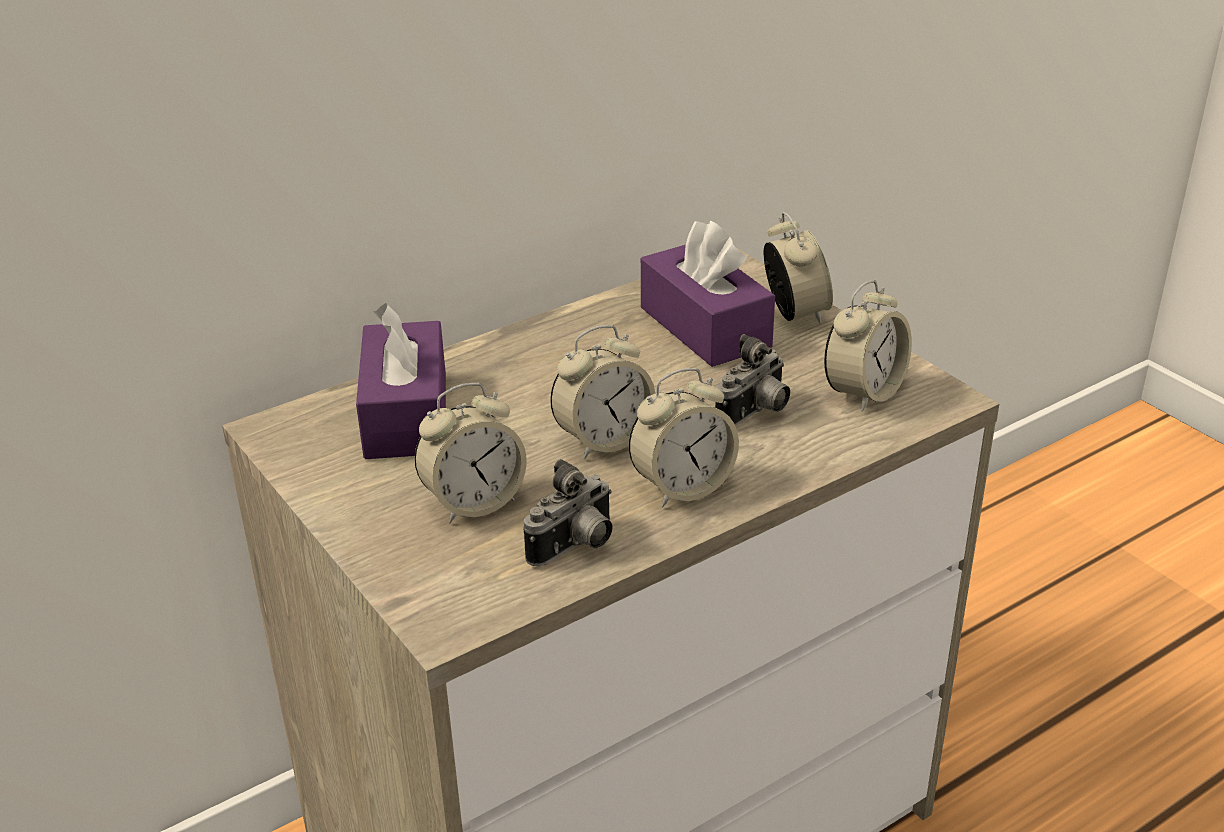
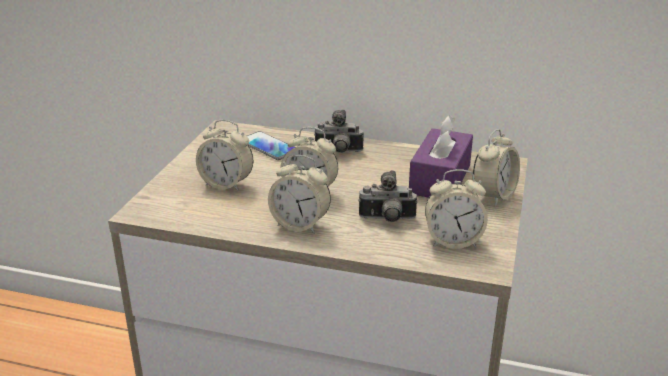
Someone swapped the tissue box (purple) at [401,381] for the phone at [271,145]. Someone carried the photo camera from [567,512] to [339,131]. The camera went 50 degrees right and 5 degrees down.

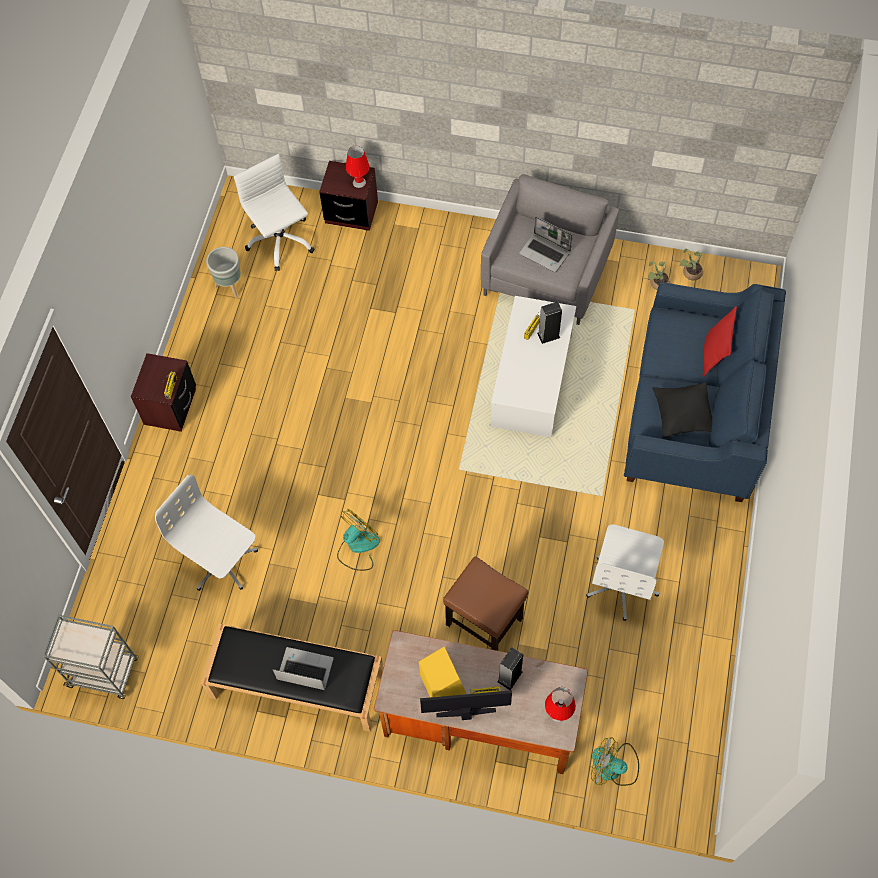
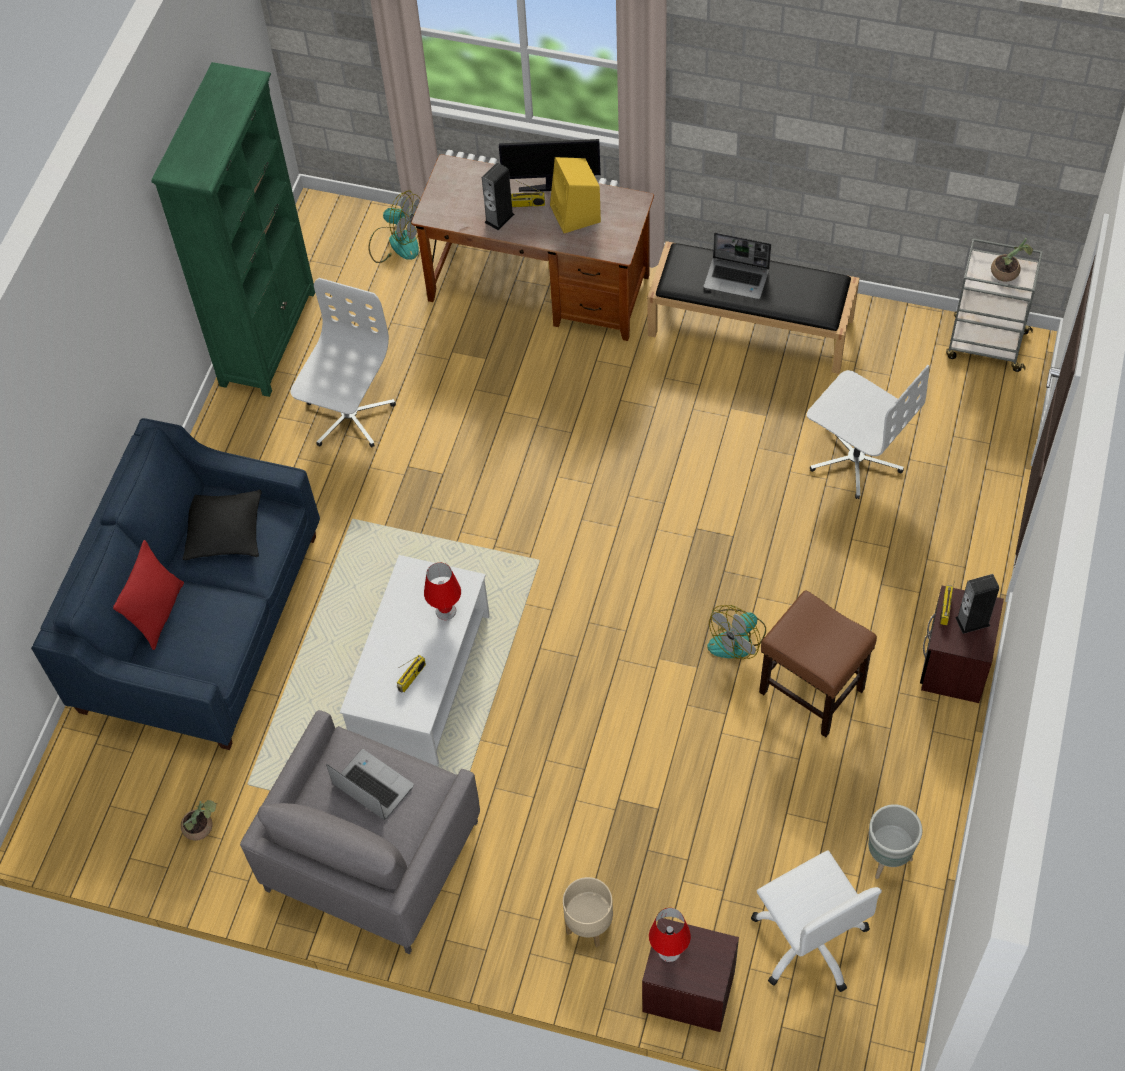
Someone carried the potted plant from [691,264] to [1012,260]. Someone carried the speaker from [549,323] to [977,604]. Someone carried the fan from [358,539] to [736,632]. Someone carried the stool (brown) from [485,604] to [818,664]. Someone carried the table lamp (red) from [560,704] to [442,591]. Someone put down the bookcase (green) at [233,229]. Someone put down the planter (beige) at [588,912]. The camera went 175 degrees left and 5 degrees down.

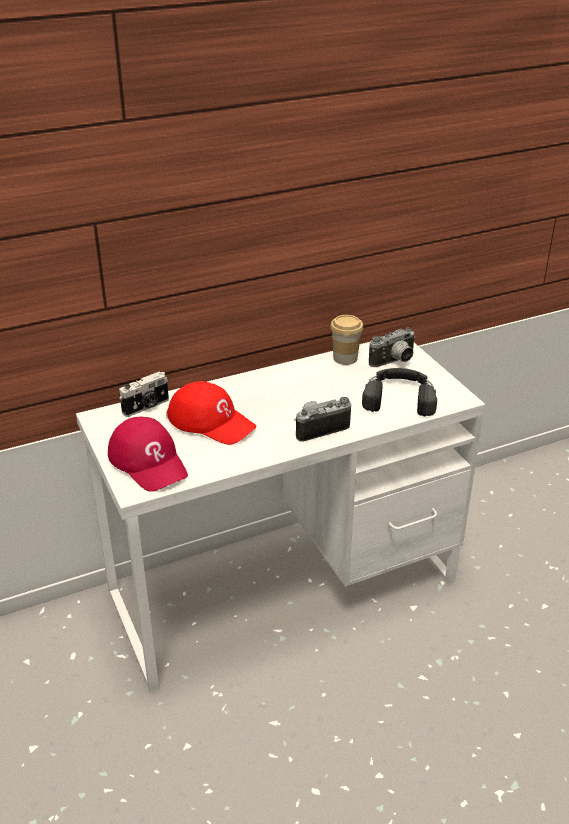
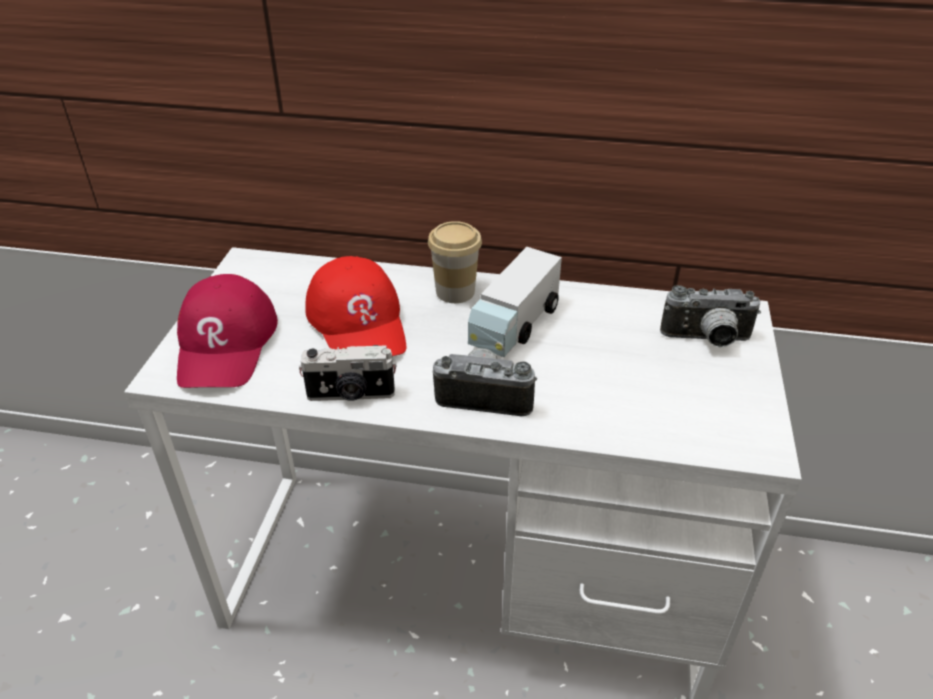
Someone carried the cup from [346,340] to [455,262]. Someone took away the headphones (black) at [399,392]. Someone carried the photo camera from [144,394] to [348,373]. Someone put down the toy truck at [515,302]. The camera went 35 degrees right and 5 degrees up.

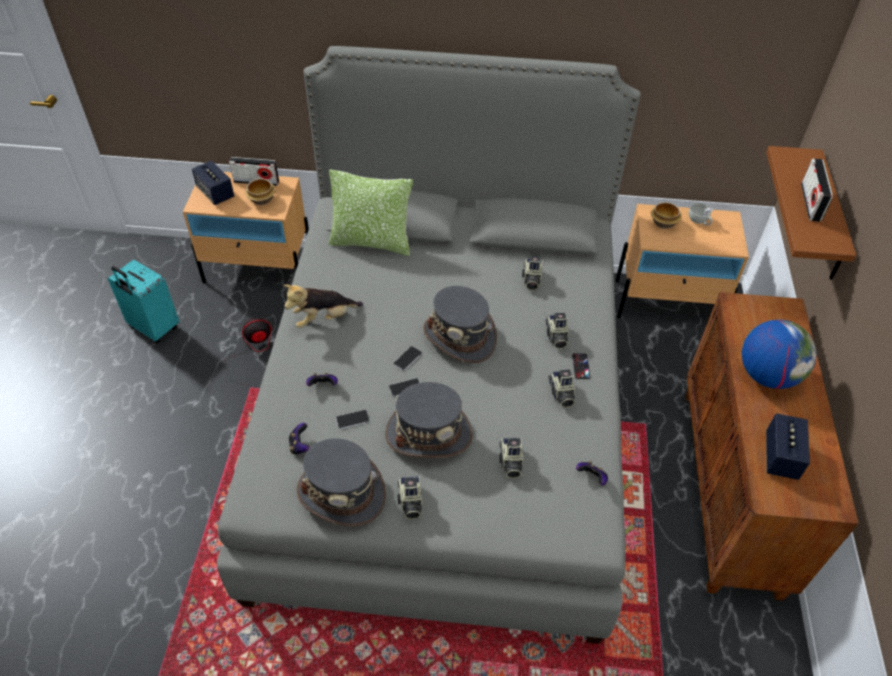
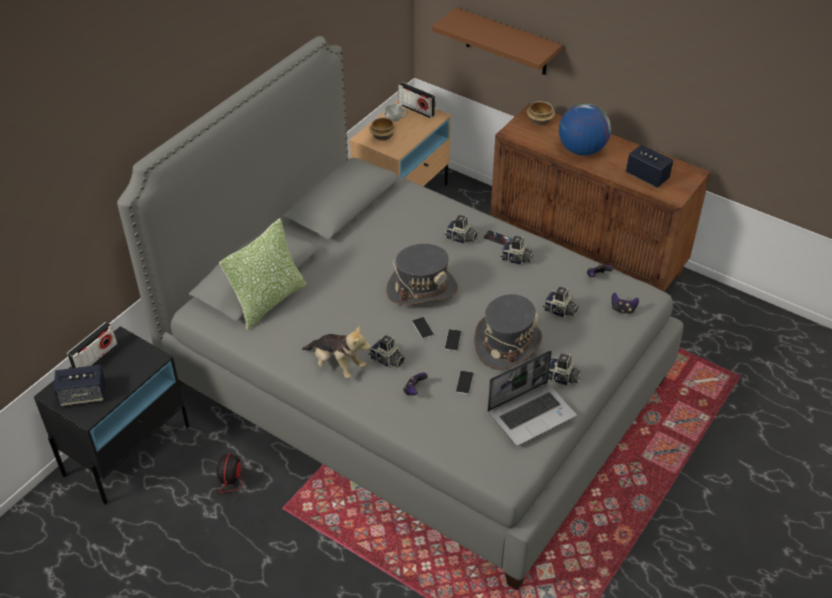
Someone carried the radio from [817,190] to [416,100]. Someone repainted the nightstand (beige) at [246,227], which became the nightstand (black) at [111,415]. Someone carried the bowl from [260,192] to [541,113]. Someone carried the photo camera from [532,273] to [387,351]. Someone took away the suitcase (turquoise) at [144,301]. Someone rotated the plush toy at [323,306] by 60 degrees counterclockwise. Someone carried the game controller from [299,439] to [625,303]. Someone swapped the hat (grey) at [341,482] for the laptop at [532,398]. The camera went 60 degrees left and 5 degrees down.

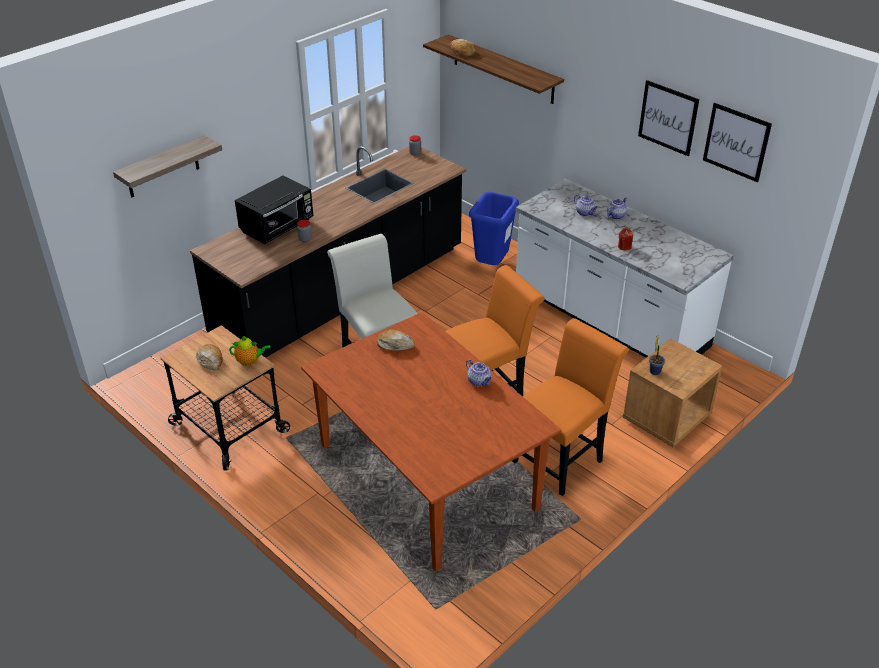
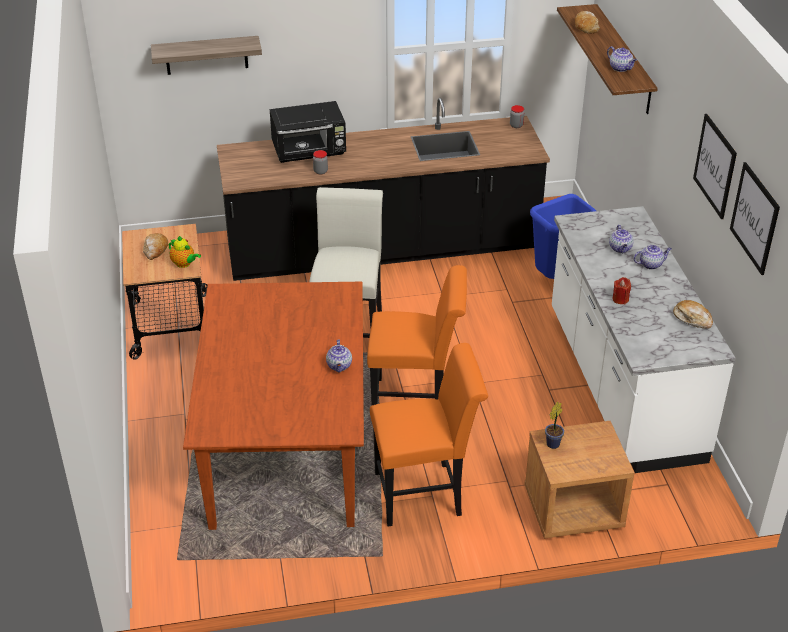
Someone carried the bread from [395,340] to [693,314]. Someone put down the teapot at [622,59]. The camera went 35 degrees right and 0 degrees up.

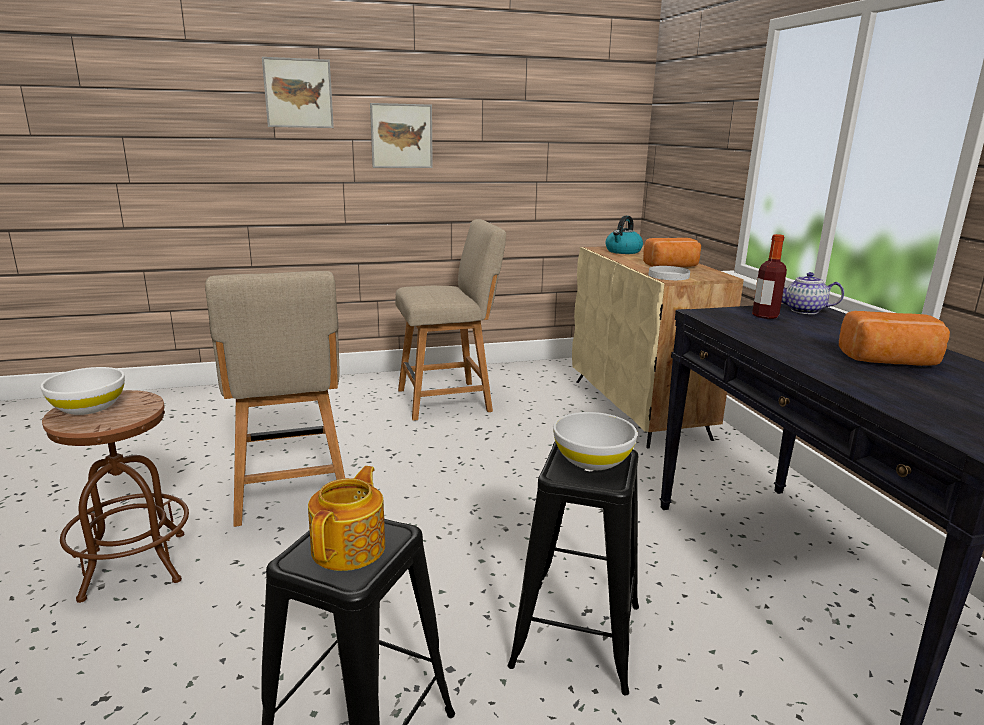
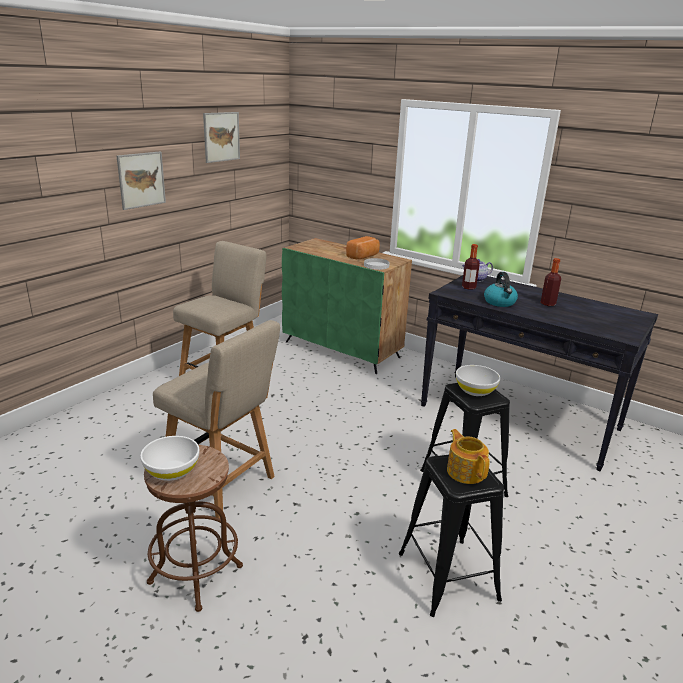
Someone carried the picture from [298,92] to [221,137]. Someone carried the kettle from [624,235] to [501,289]. Someone repainted the cabinet (beige) at [658,347], which became the cabinet (green) at [347,306]. Someone swapped the bread at [894,338] for the bottle at [551,282]. The camera went 40 degrees left and 5 degrees up.

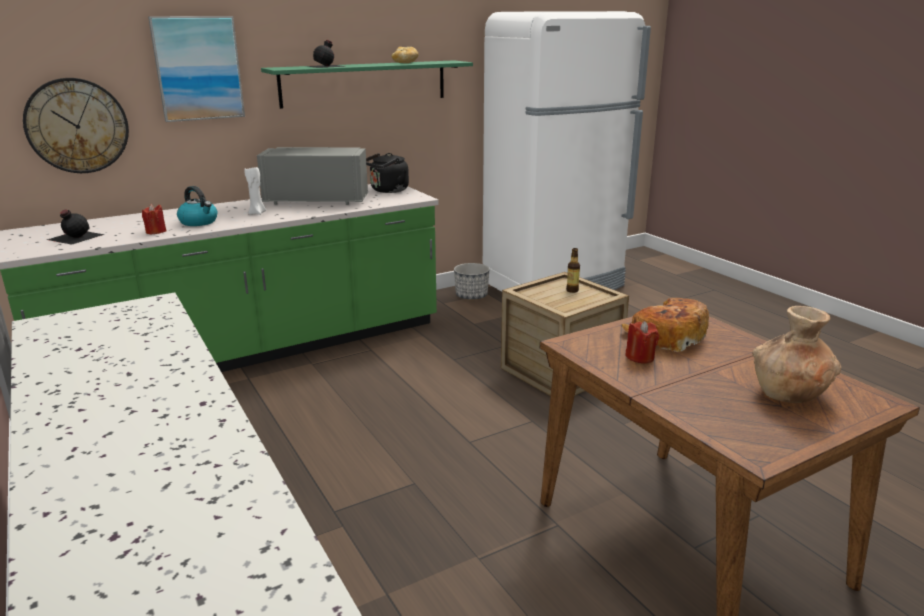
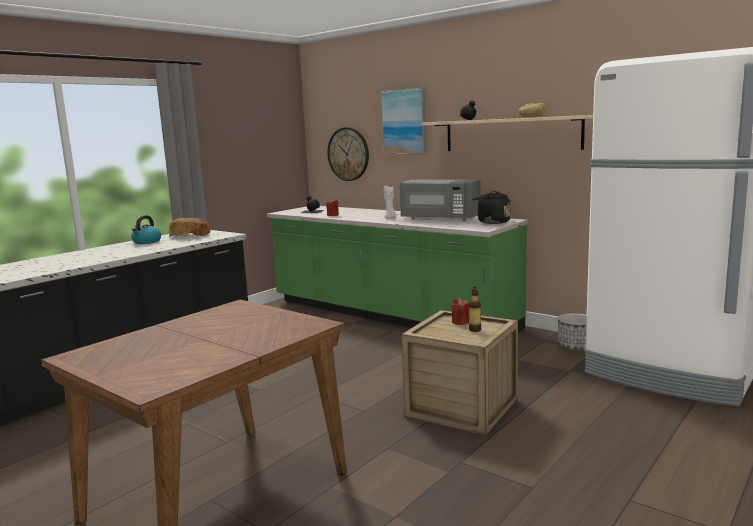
Someone repainted the shelf (green) at [367,84], which became the shelf (beige) at [507,133]. Someone rotated the microwave (grey) at [312,176] by 135 degrees clockwise. Someone carried the kettle from [197,206] to [146,229]. Someone carried the bread from [665,325] to [189,227]. Someone took away the vase (brown) at [796,354]. Someone carried the candle (red) from [642,342] to [460,311]. The camera went 70 degrees right and 10 degrees down.

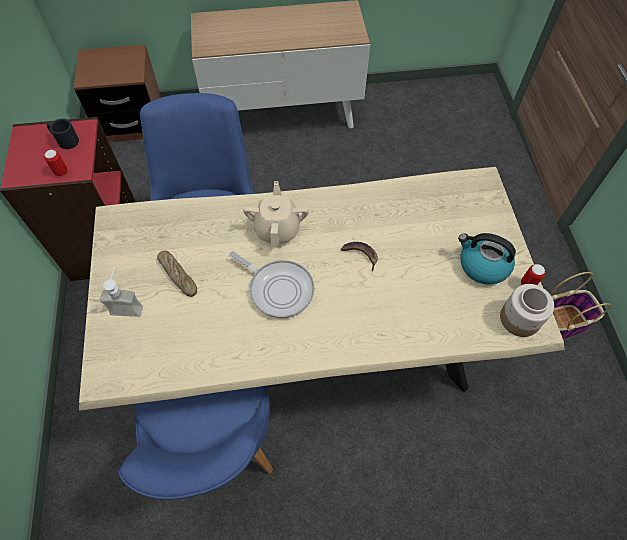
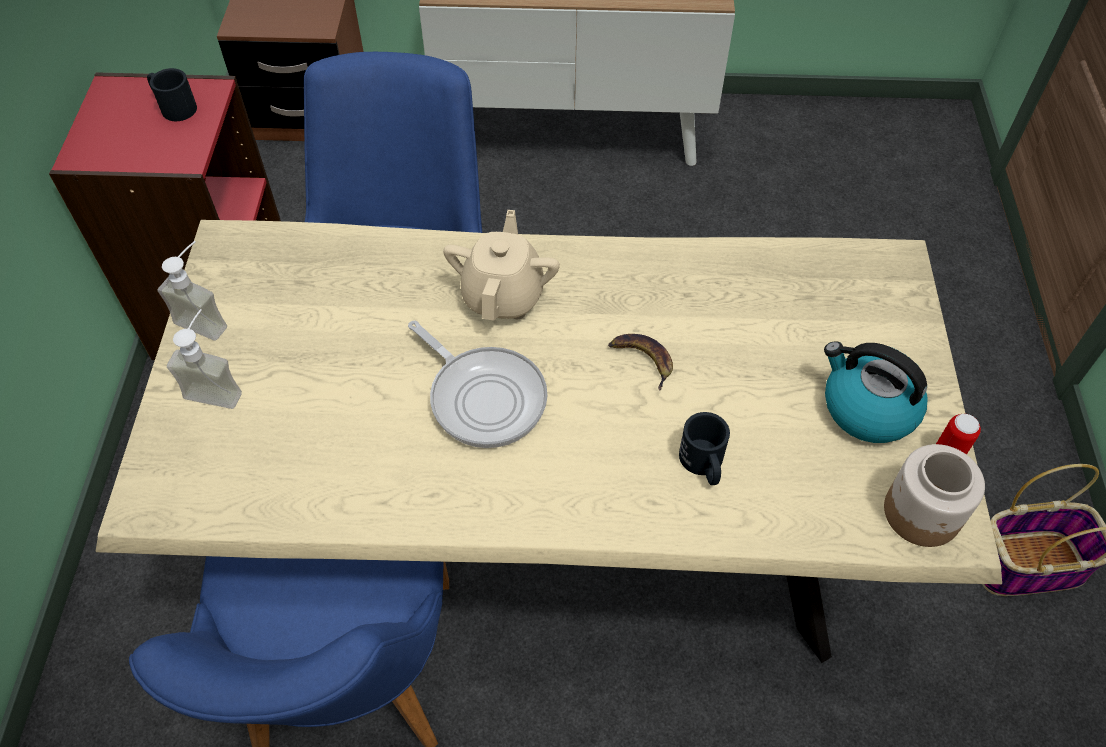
Someone took away the can at [56,163]. Someone took away the bread at [177,274]. Someone put down the soap dispenser at [192,291]. Someone put down the mug (black) at [704,448]. The camera went 10 degrees right and 5 degrees down.

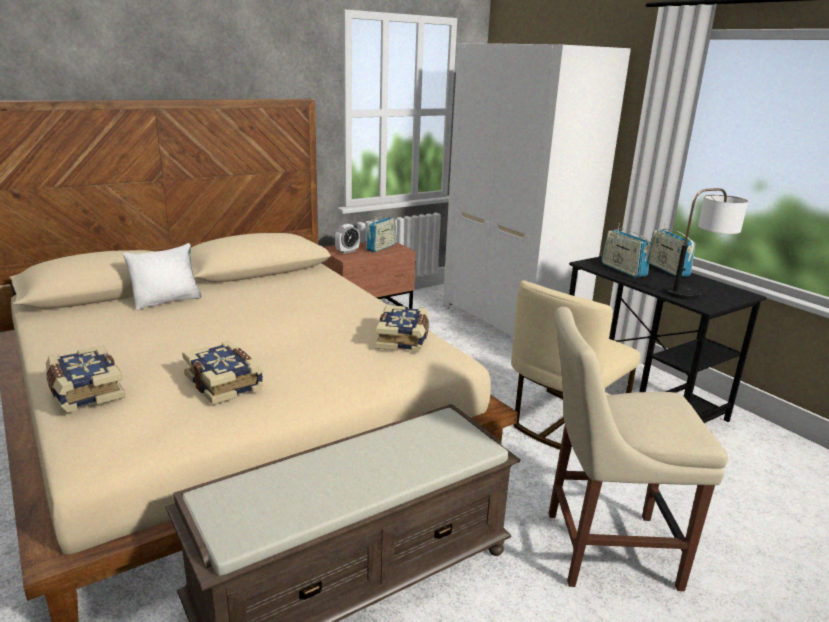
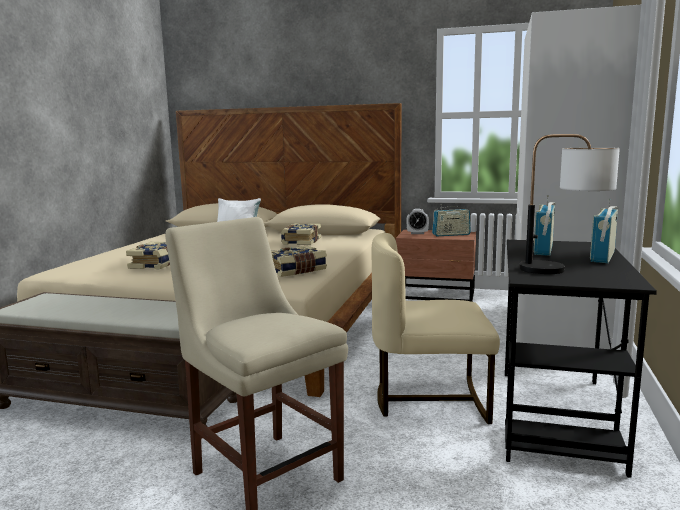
Someone carried the book from [86,378] to [301,234]. The camera went 50 degrees right and 10 degrees down.

